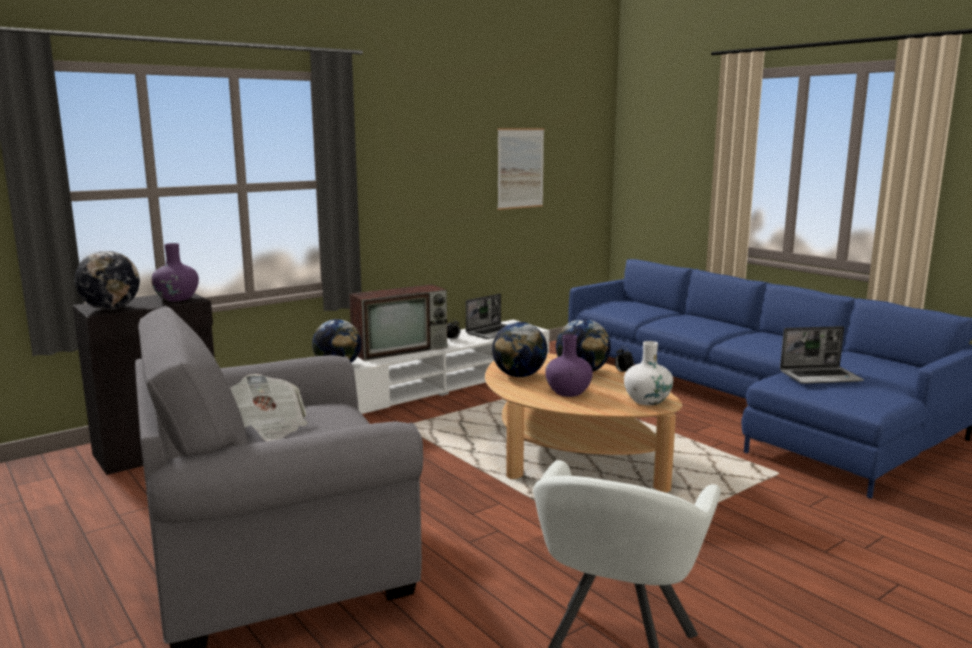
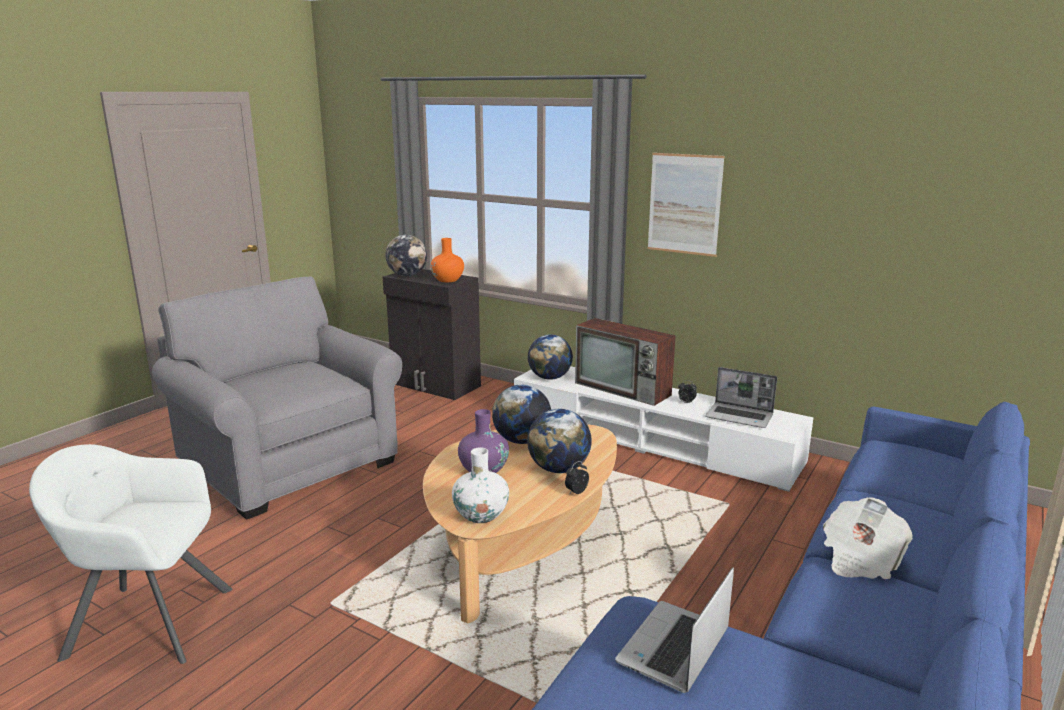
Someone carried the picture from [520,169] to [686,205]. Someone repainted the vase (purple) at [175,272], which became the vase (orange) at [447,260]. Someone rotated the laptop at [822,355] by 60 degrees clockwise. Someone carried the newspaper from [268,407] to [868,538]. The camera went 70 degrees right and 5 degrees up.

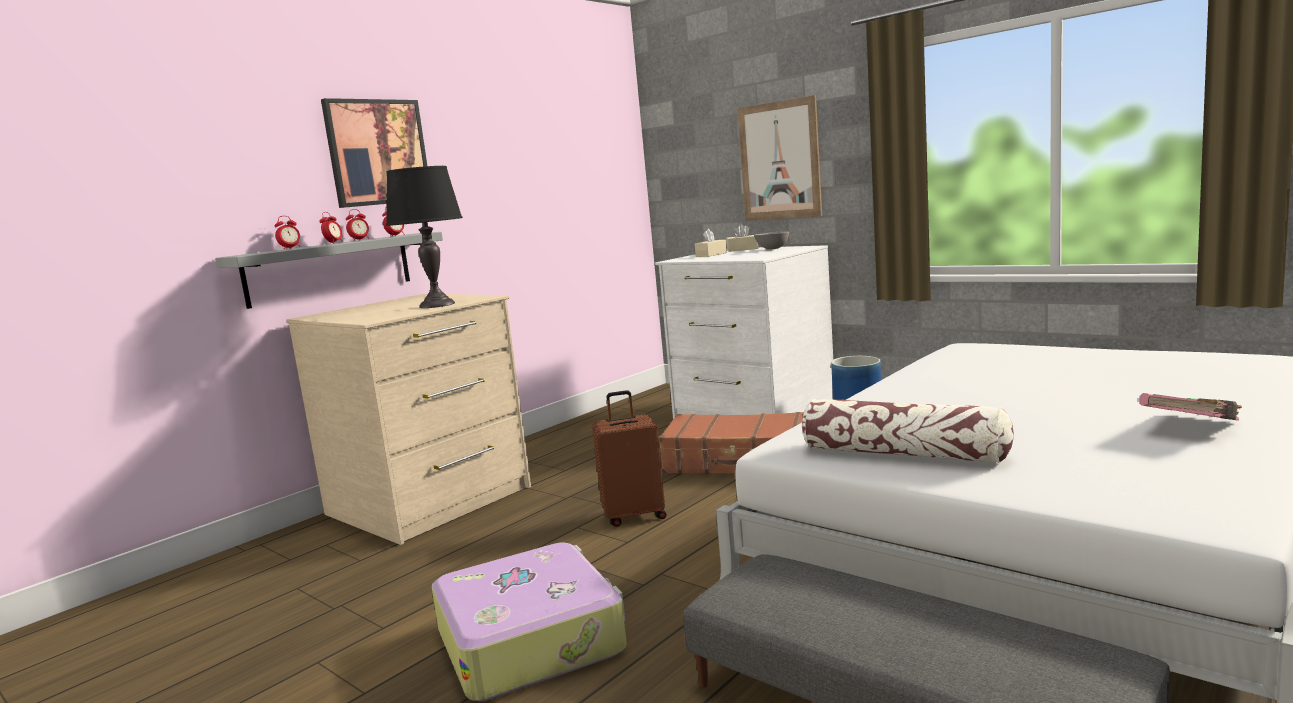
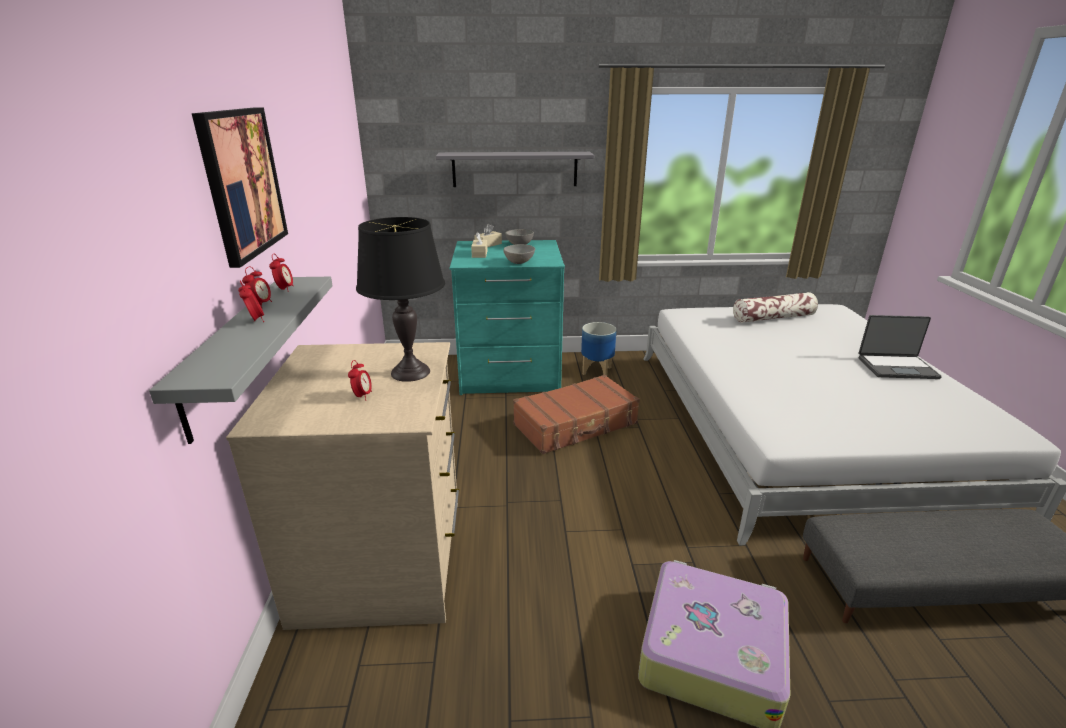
Someone swapped the picture at [780,157] for the shelf (grey) at [515,169]. Someone carried the alarm clock from [287,232] to [360,380]. Someone repainted the dresser (white) at [744,332], which became the dresser (turquoise) at [507,317]. Someone took away the suitcase (brown) at [629,458]. Someone swapped the book (pink) at [1191,407] for the laptop at [900,347]. Someone carried the pillow from [908,430] to [775,307]. Someone put down the bowl (grey) at [519,254]. The camera went 45 degrees left and 15 degrees up.

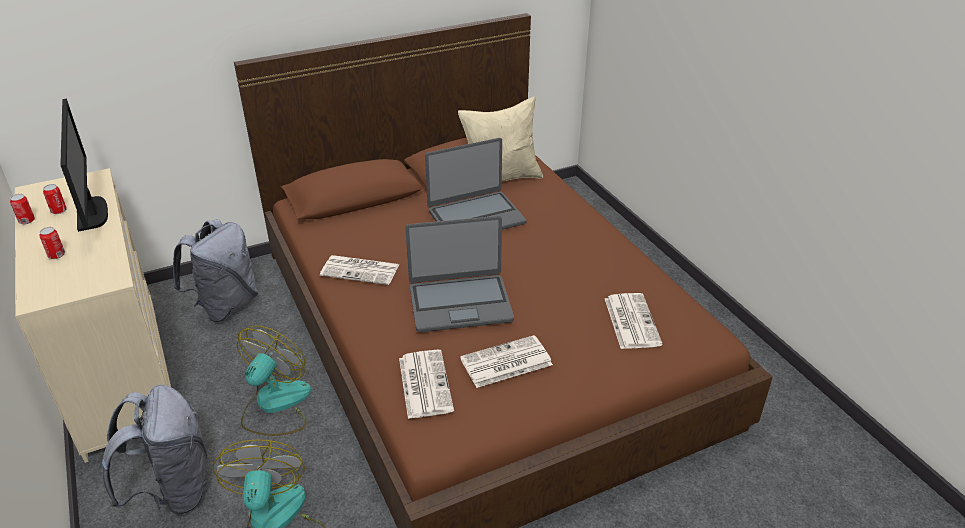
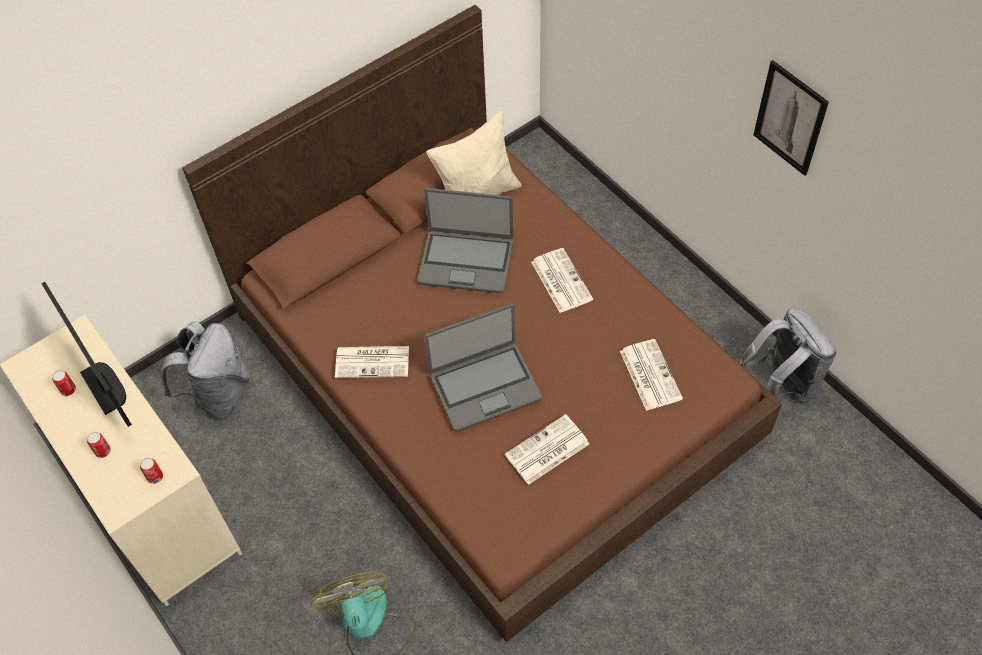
Someone rotated the laptop at [475,184] by 45 degrees clockwise. Someone carried the can from [22,209] to [151,470]. Someone took away the fan at [274,380]. Someone carried the newspaper from [426,384] to [562,280]. Someone carried the backpack (grey) from [154,450] to [787,356]. Someone put up the picture at [791,118]. The camera went 10 degrees left and 20 degrees up.

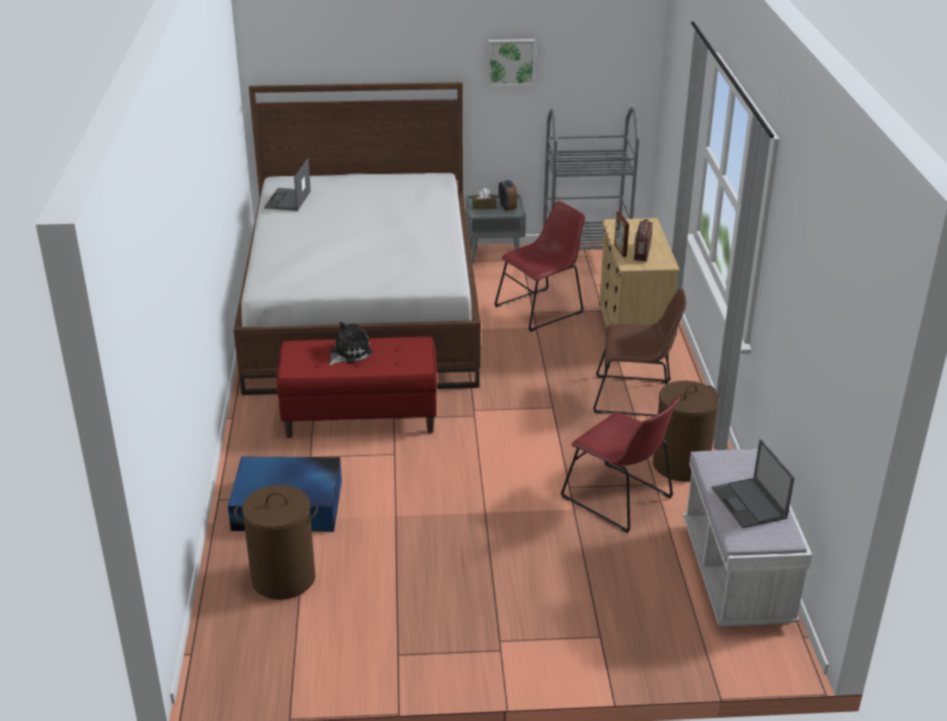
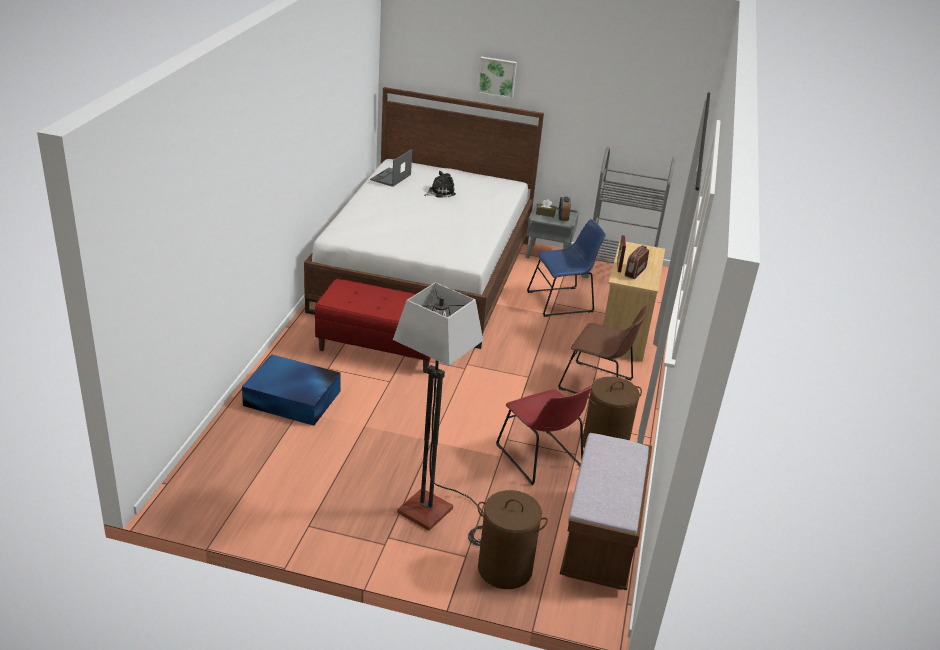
Someone carried the picture from [511,62] to [497,77]. Someone repainted the chair (red) at [540,266], which became the chair (blue) at [566,268]. Someone carried the plush toy from [351,344] to [440,184]. Someone took away the laptop at [753,483]. Someone repainted the bench (white) at [747,538], which became the bench (brown) at [606,511]. Someone carried the laundry basket (brown) from [276,542] to [513,539]. Someone put down the floor lamp at [438,414]. The camera went 15 degrees right and 0 degrees up.

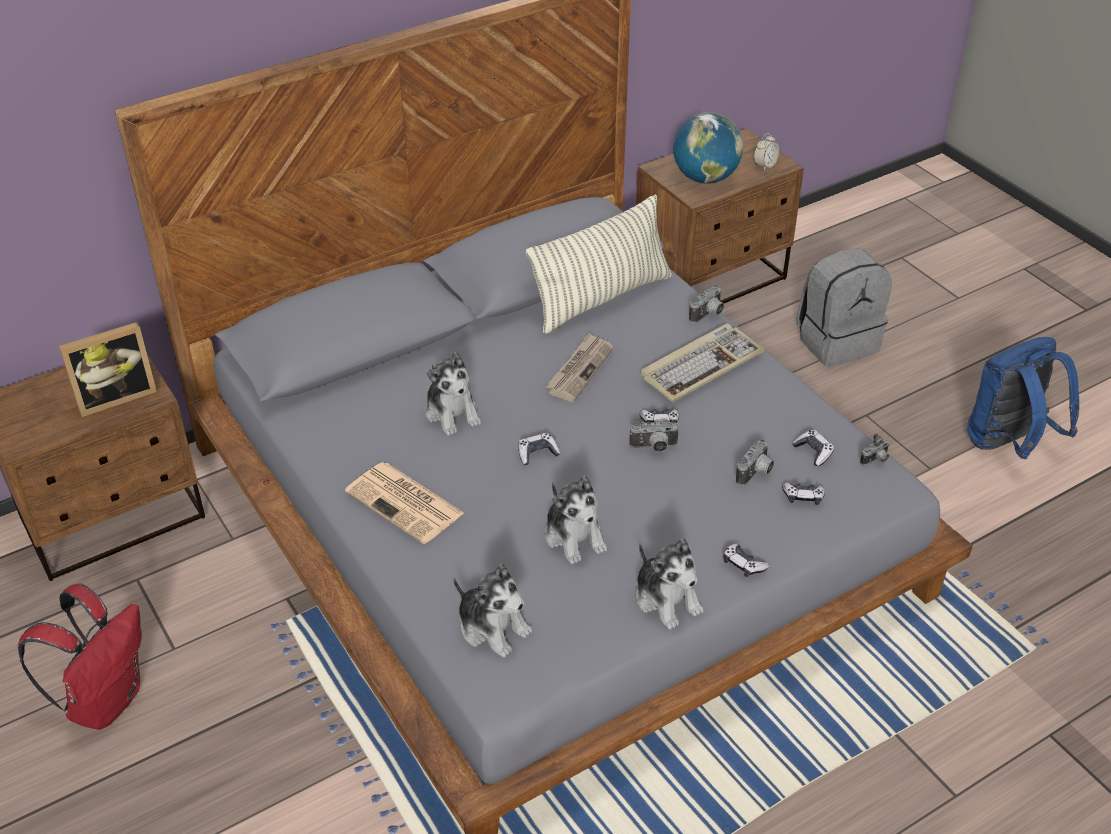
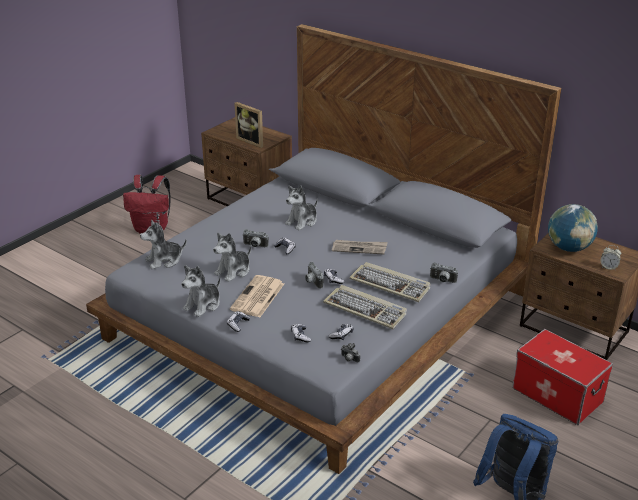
Someone took away the pillow at [599,264]. Someone swapped the backpack (grey) at [844,307] for the storage box at [562,377]. Someone carried the photo camera from [755,462] to [255,238]. Someone carried the newspaper from [404,503] to [257,296]. Someone rotated the plush toy at [492,611] by 45 degrees clockwise. Someone put down the keyboard at [365,307]. The camera went 70 degrees right and 10 degrees down.

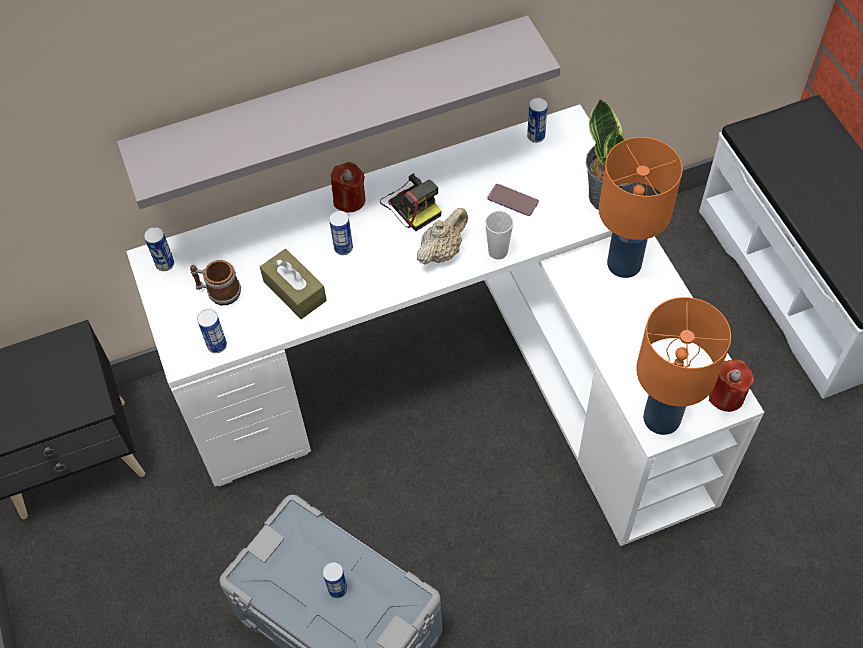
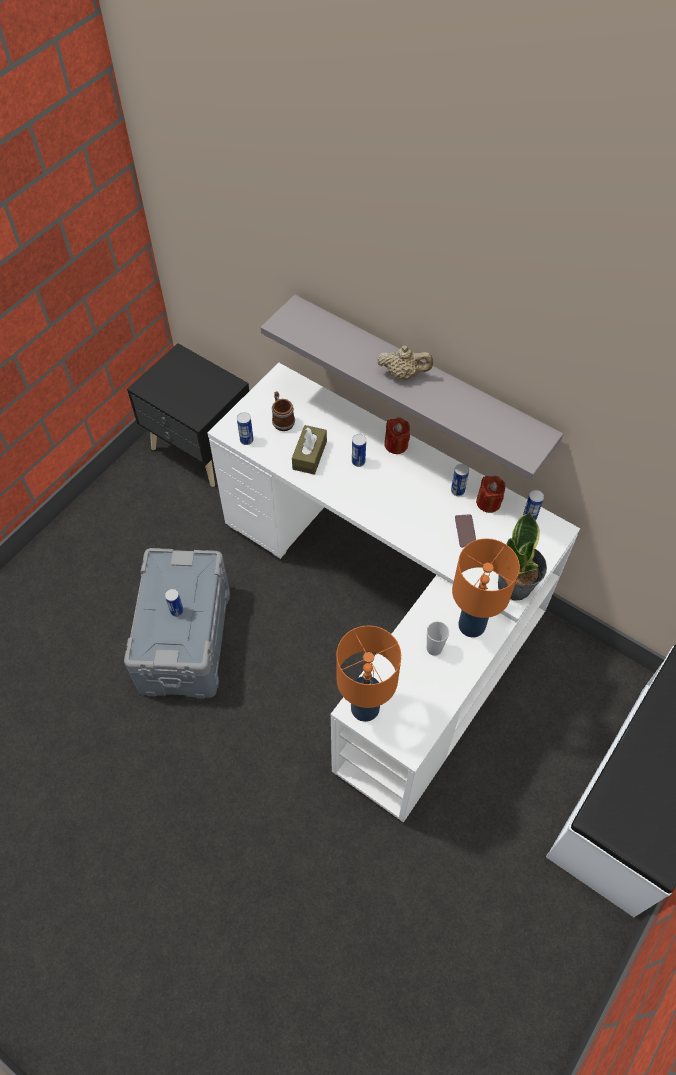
Someone took away the photo camera at [411,202]. Someone carried the teapot (beige) from [442,236] to [405,362]. Someone carried the cup from [499,235] to [438,638]. Someone carried the can from [159,249] to [460,480]. Someone carried the candle (red) from [731,386] to [490,494]. The camera went 55 degrees right and 0 degrees up.

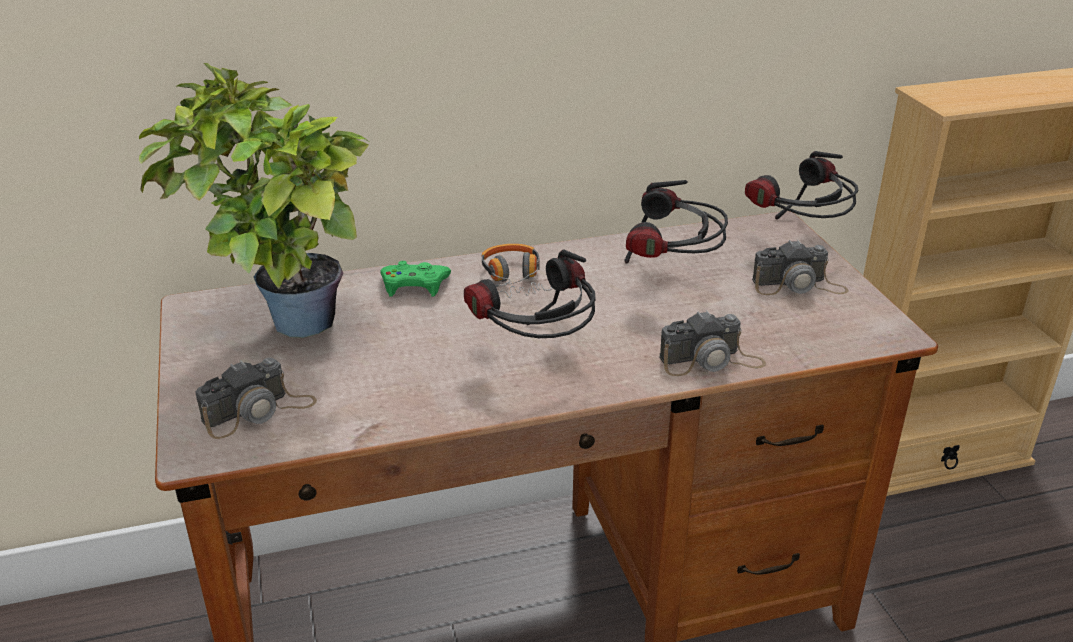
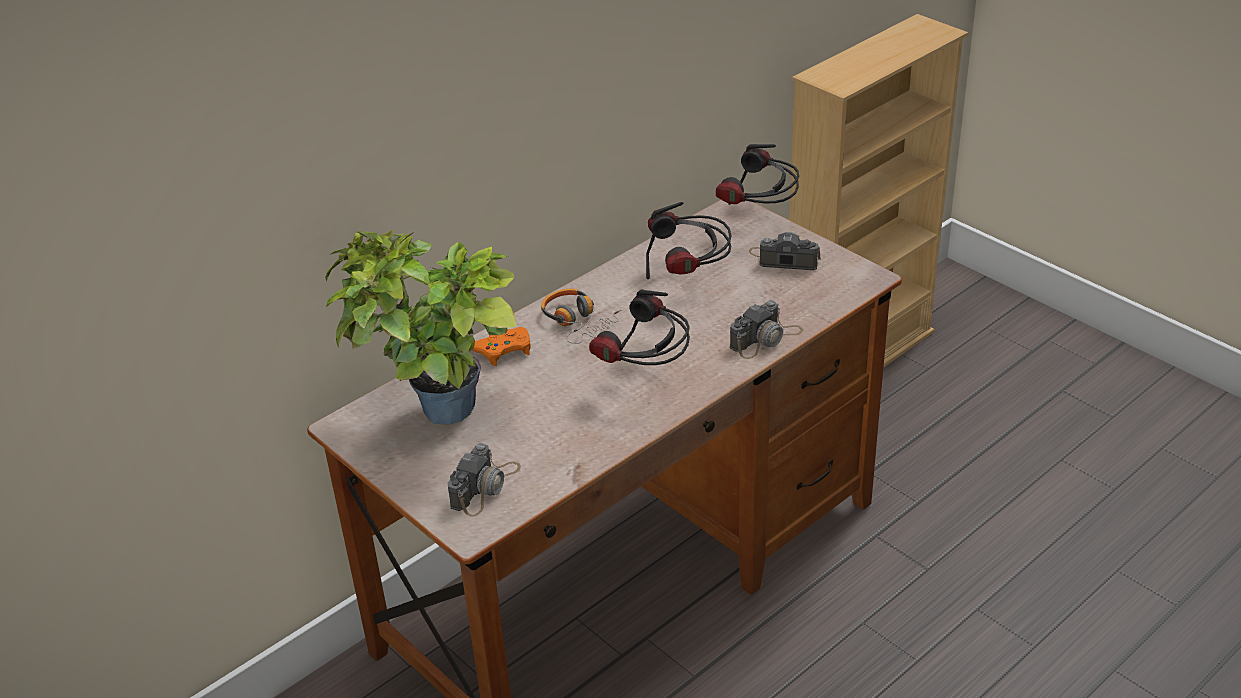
Someone rotated the photo camera at [800,267] by 135 degrees counterclockwise. Someone repainted the game controller (green) at [415,279], which became the game controller (orange) at [501,346]. The camera went 25 degrees left and 5 degrees up.

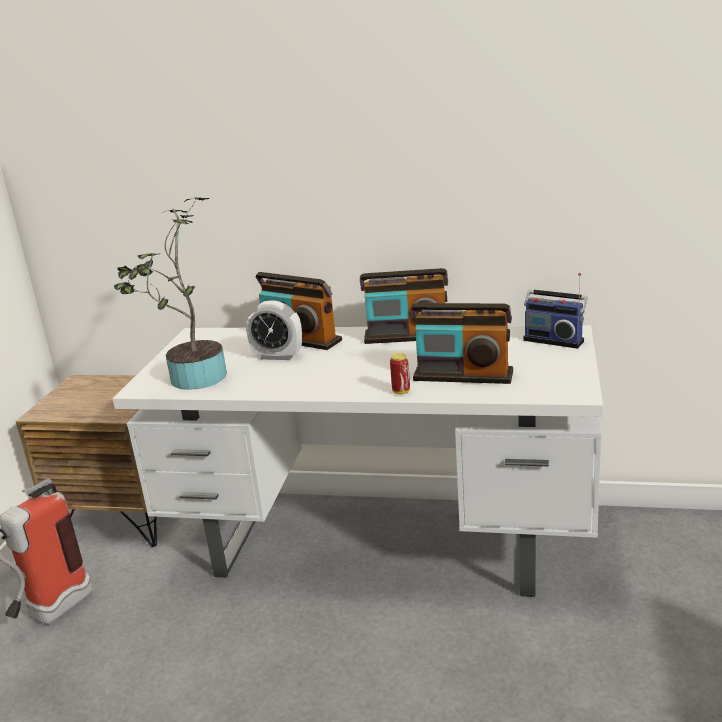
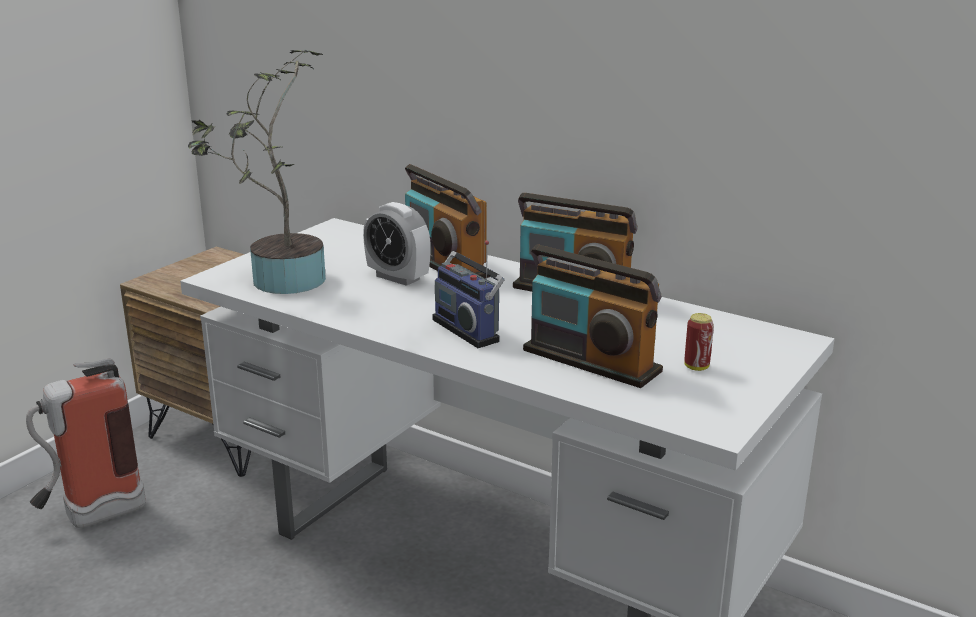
Someone carried the radio from [555,311] to [468,294]. Someone carried the can from [400,373] to [699,342]. The camera went 20 degrees right and 0 degrees up.

